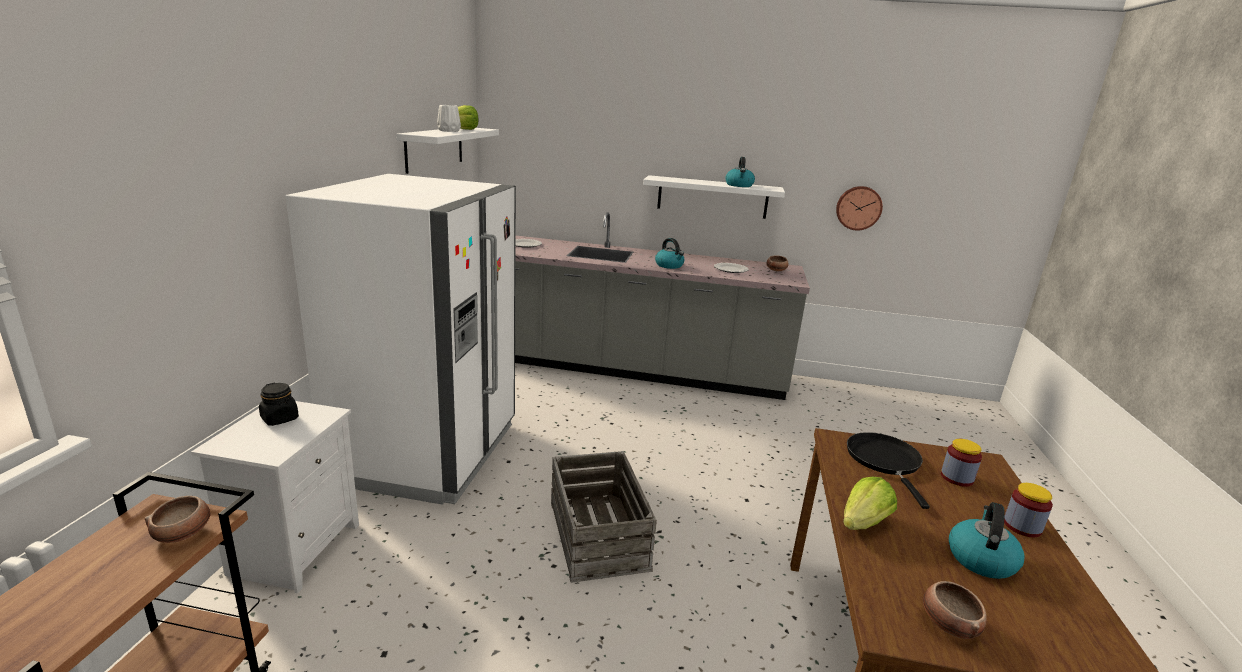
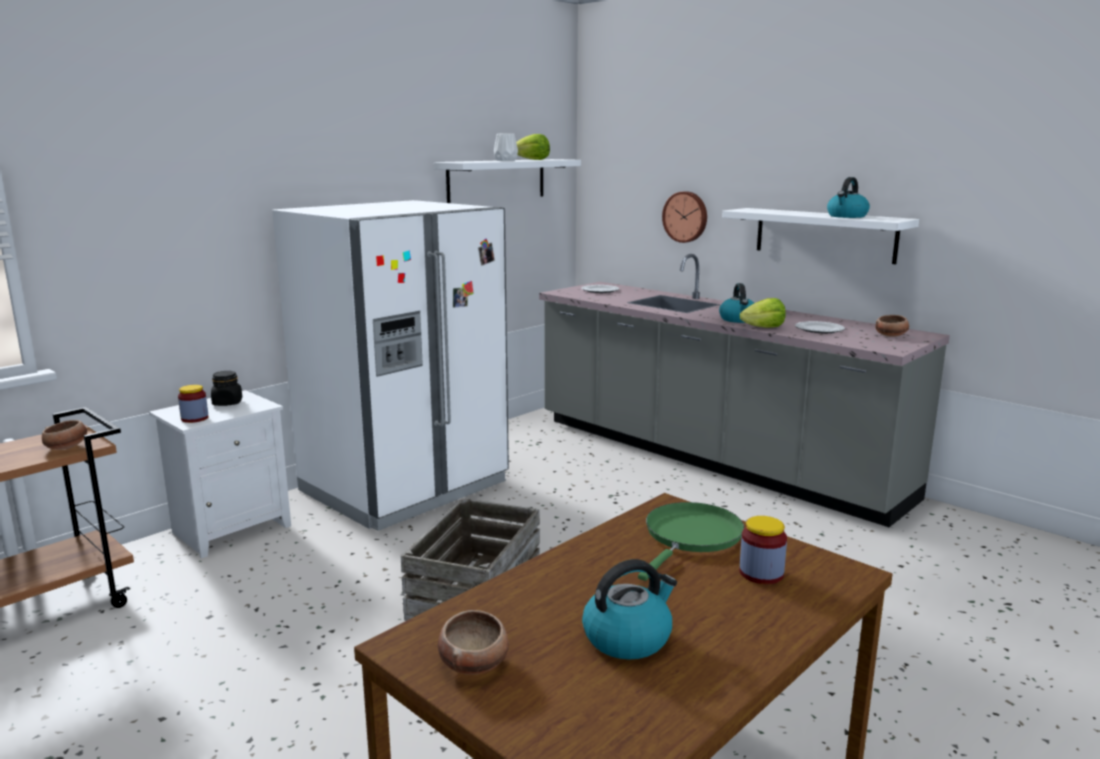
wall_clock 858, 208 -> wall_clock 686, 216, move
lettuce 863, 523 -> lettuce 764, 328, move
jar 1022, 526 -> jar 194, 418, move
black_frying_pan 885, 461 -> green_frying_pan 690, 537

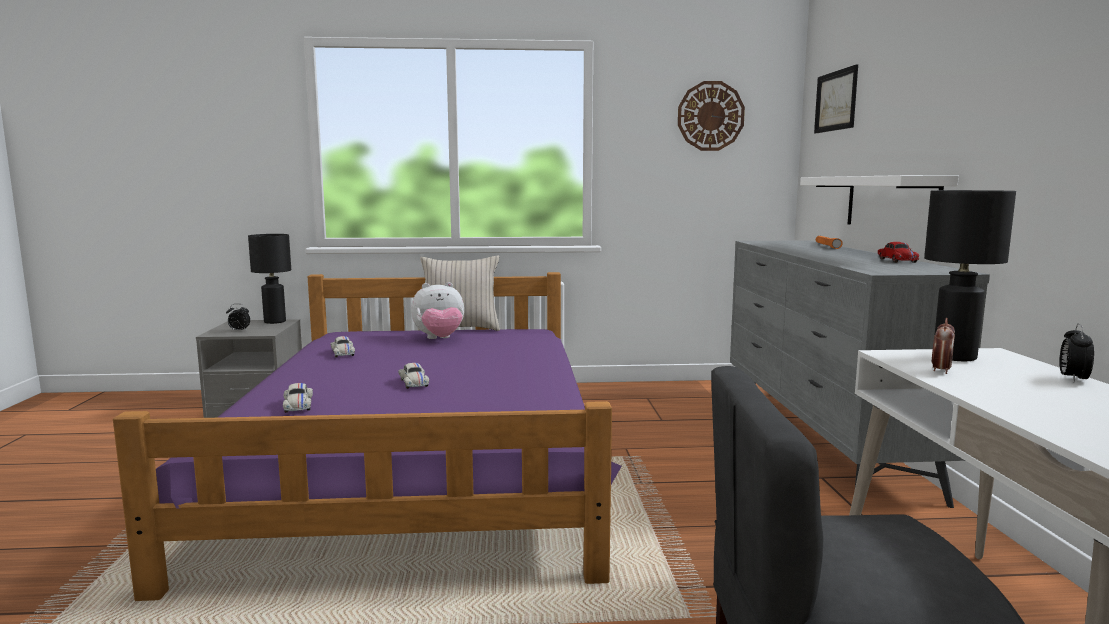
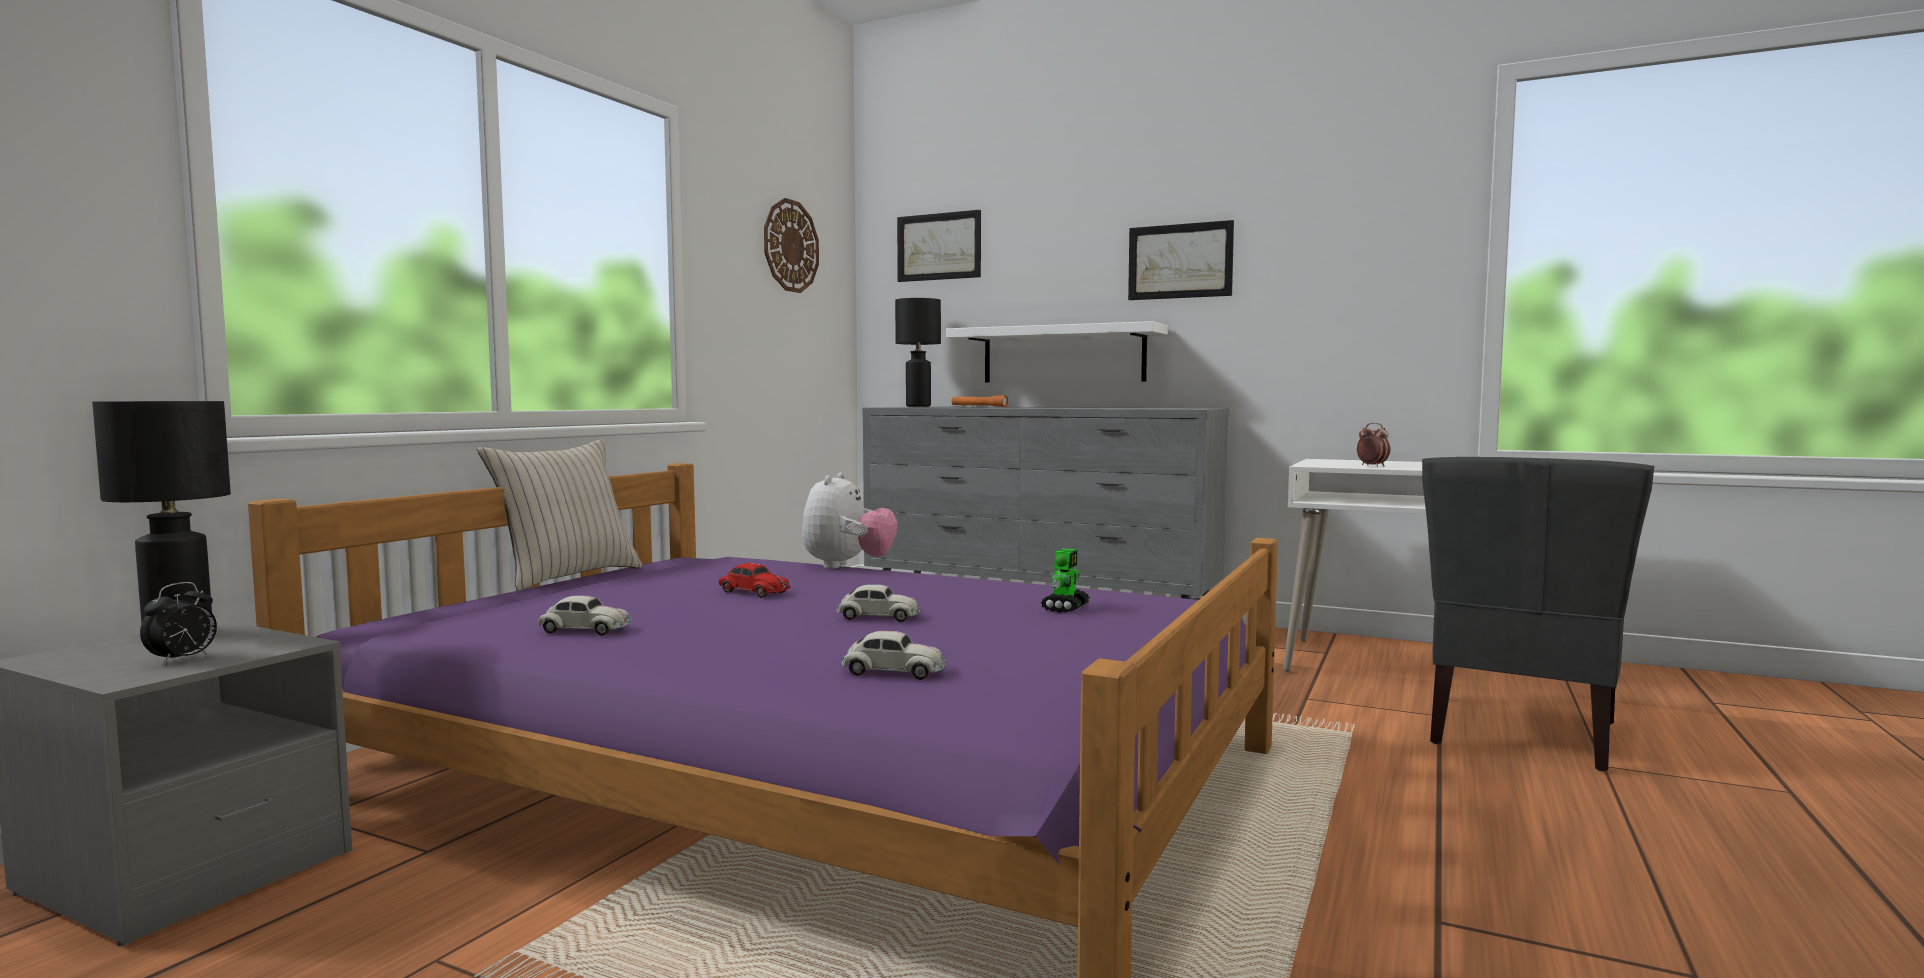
alarm_clock 1072, 379 -> none
none -> toy_robot 1065, 608
none -> picture 1180, 261
plush_toy 439, 339 -> plush_toy 847, 566, move
red_toy_car 897, 261 -> red_toy_car 754, 592, move
black_table_lamp 955, 357 -> black_table_lamp 918, 406, move

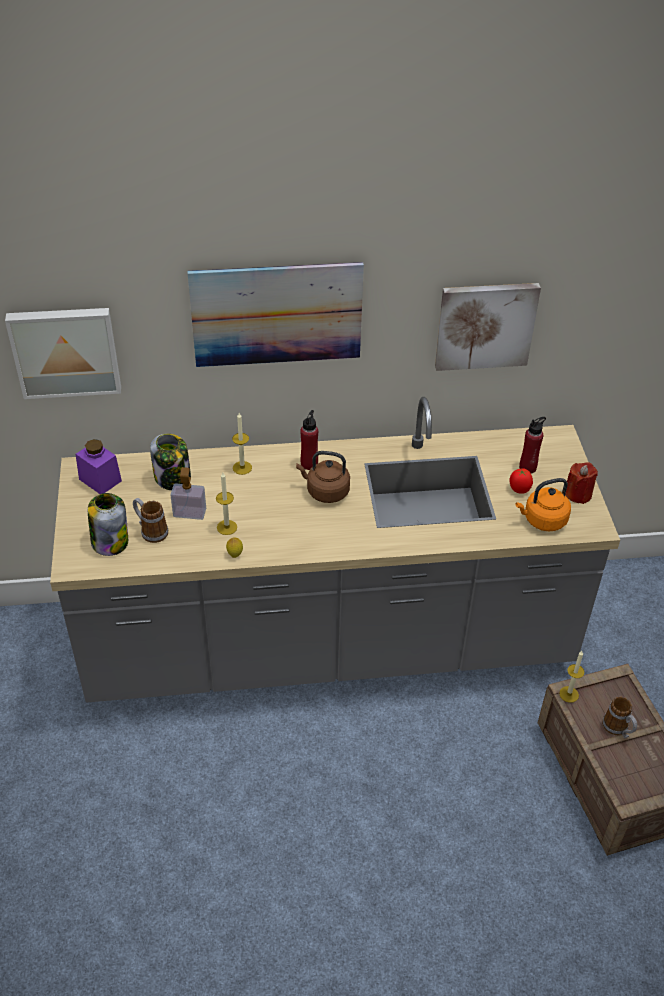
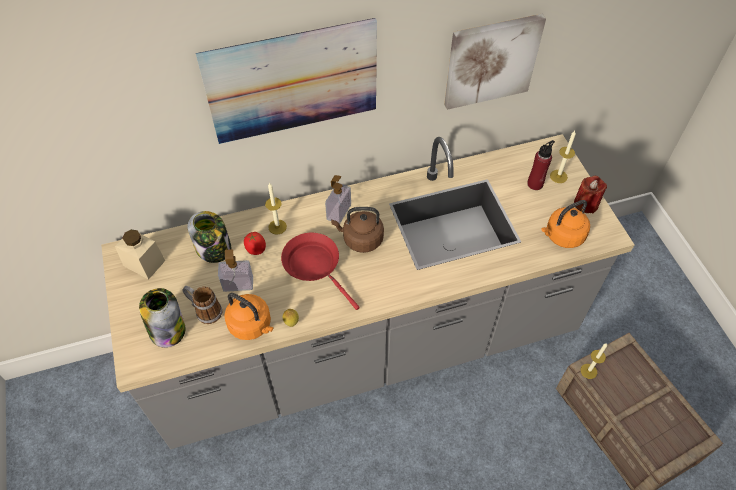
picture 65, 350 -> none
mug 618, 729 -> none
none -> orange_kettle 252, 325
none -> red_frying_pan 315, 266
candle 227, 527 -> candle 558, 176, move
tomato 519, 489 -> tomato 256, 250, move
red_bottle 309, 464 -> soap_dispenser 339, 212
purple_jar 100, 480 -> beige_jar 144, 263

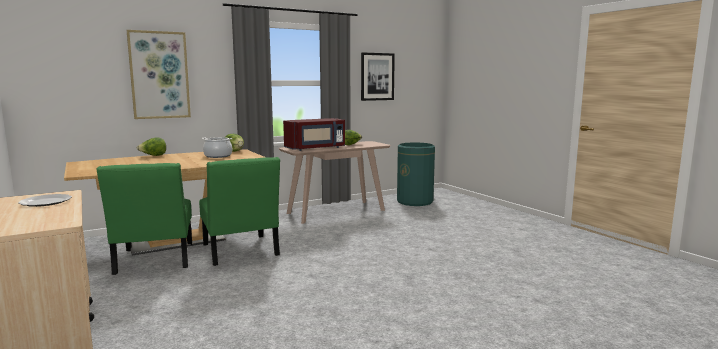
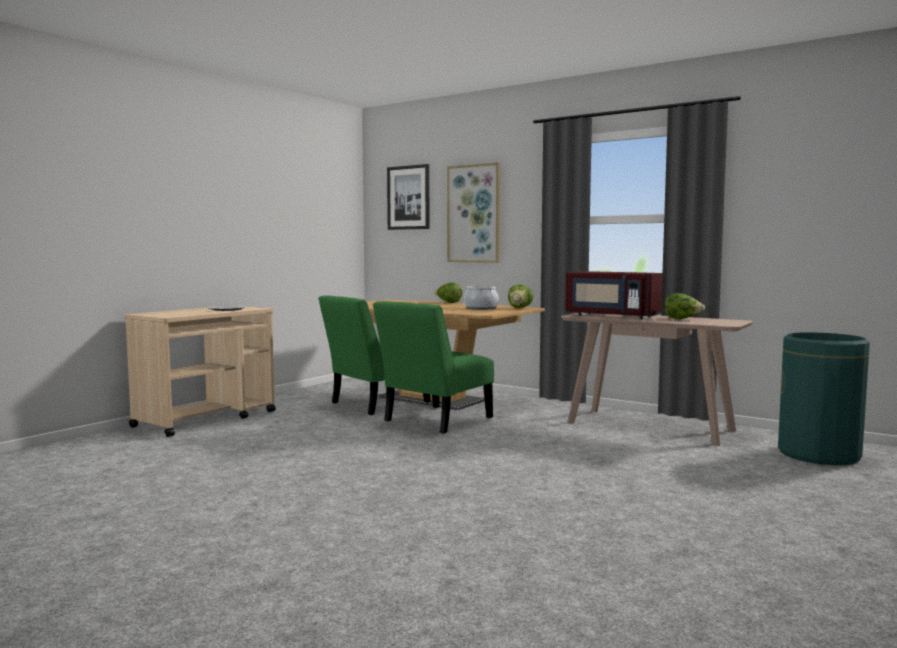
picture 377, 76 -> picture 408, 197, move

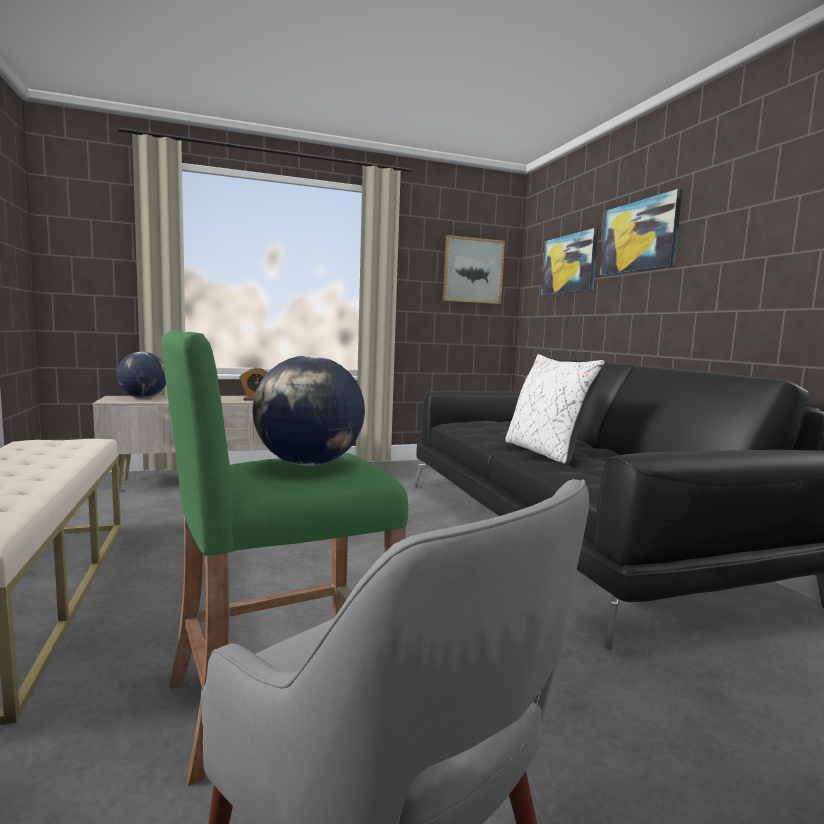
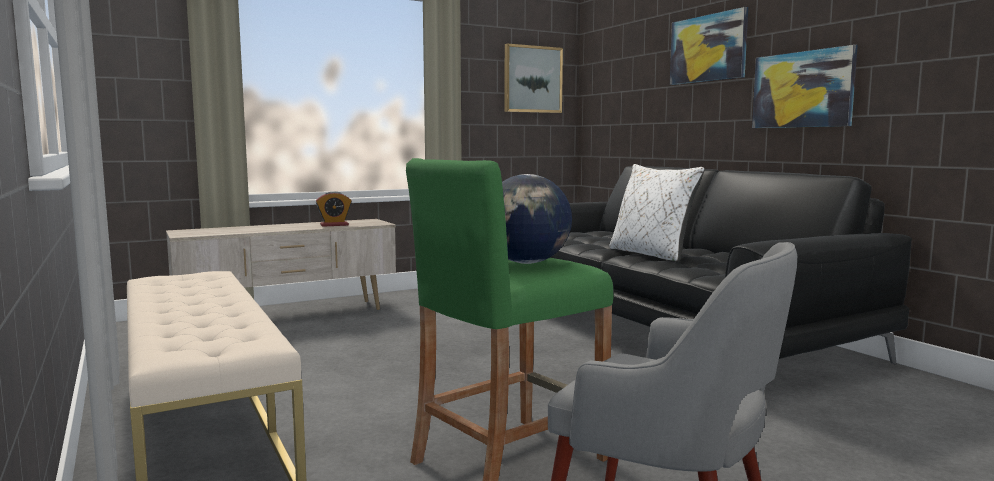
globe 143, 398 -> none
picture 569, 264 -> picture 802, 89, move

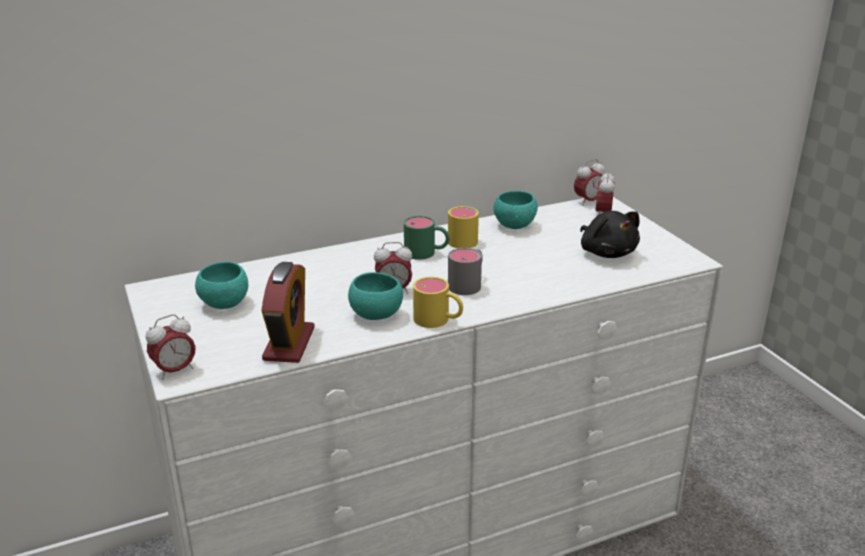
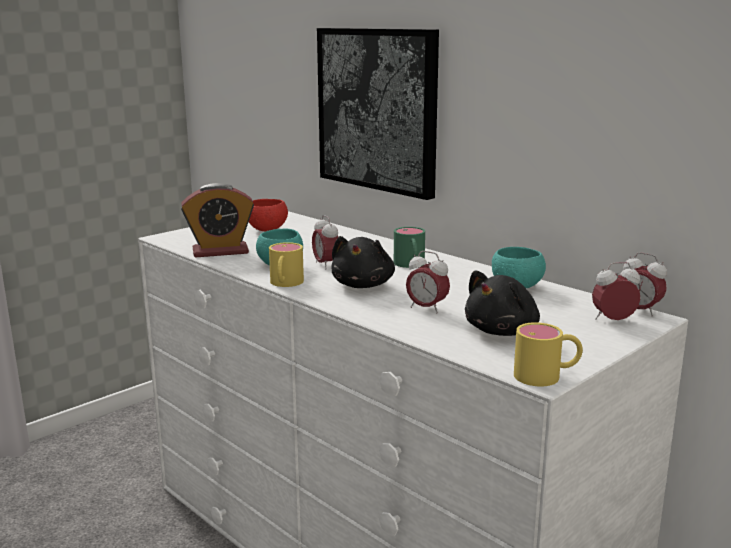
none -> picture 378, 109
alarm_clock 175, 371 -> alarm_clock 427, 308, move
yellow_mug 464, 239 -> yellow_mug 547, 376, move
grey_mug 468, 283 -> black_plush_toy 363, 285
turquoise_bowl 224, 304 -> red_bowl 267, 229

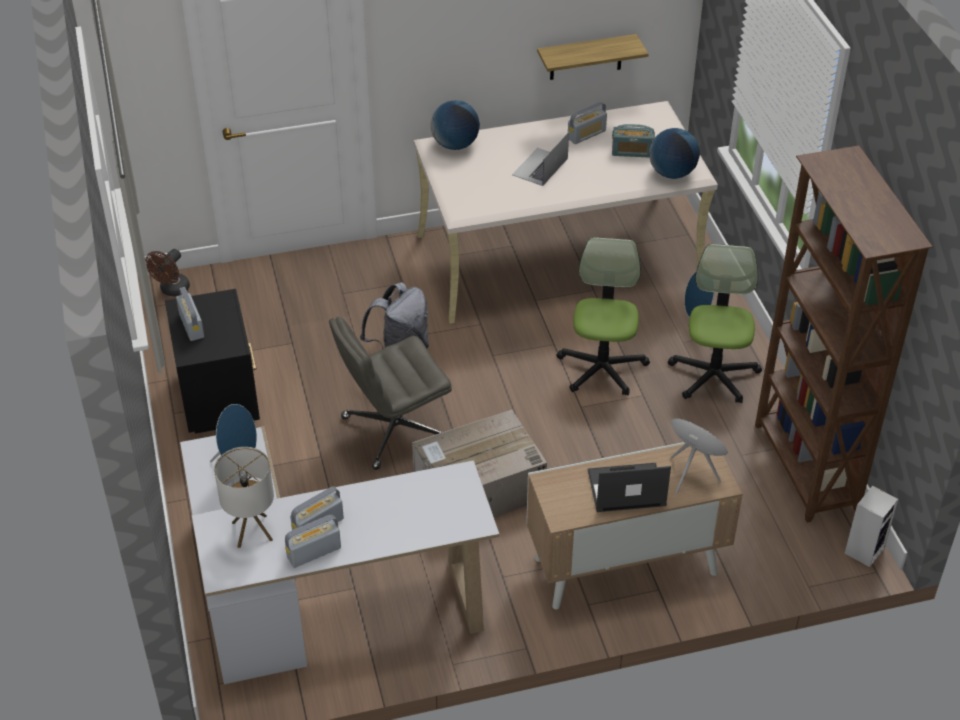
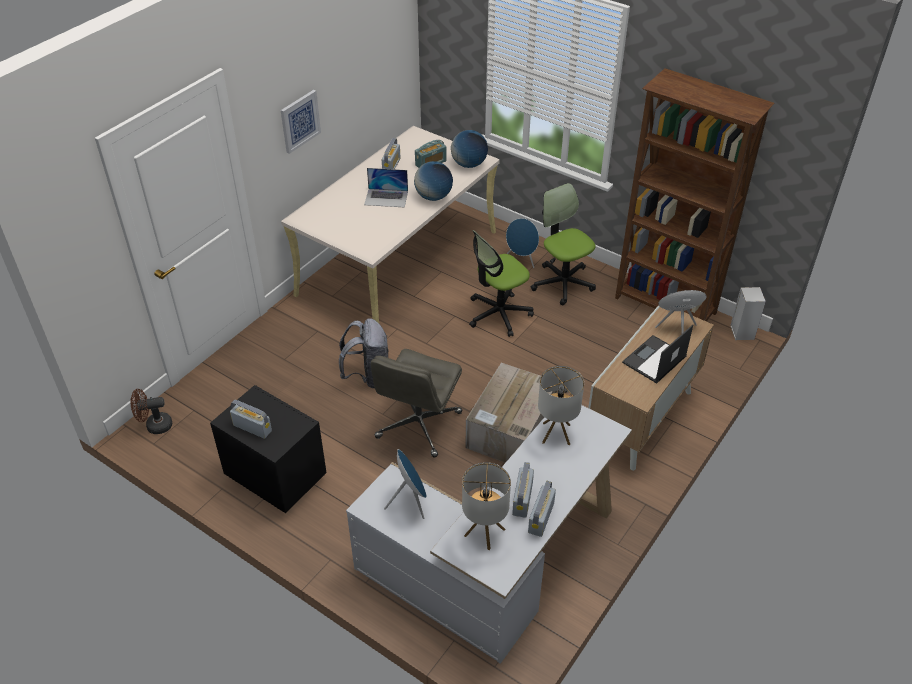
shelf 586, 57 -> none
none -> picture 300, 121
none -> table_lamp 556, 433
globe 455, 145 -> globe 433, 197, move
brown_fan 172, 290 -> brown_fan 155, 426, 90 degrees clockwise
laptop 540, 167 -> laptop 386, 198, 75 degrees counterclockwise
office_chair 602, 368 -> office_chair 498, 314, 90 degrees counterclockwise

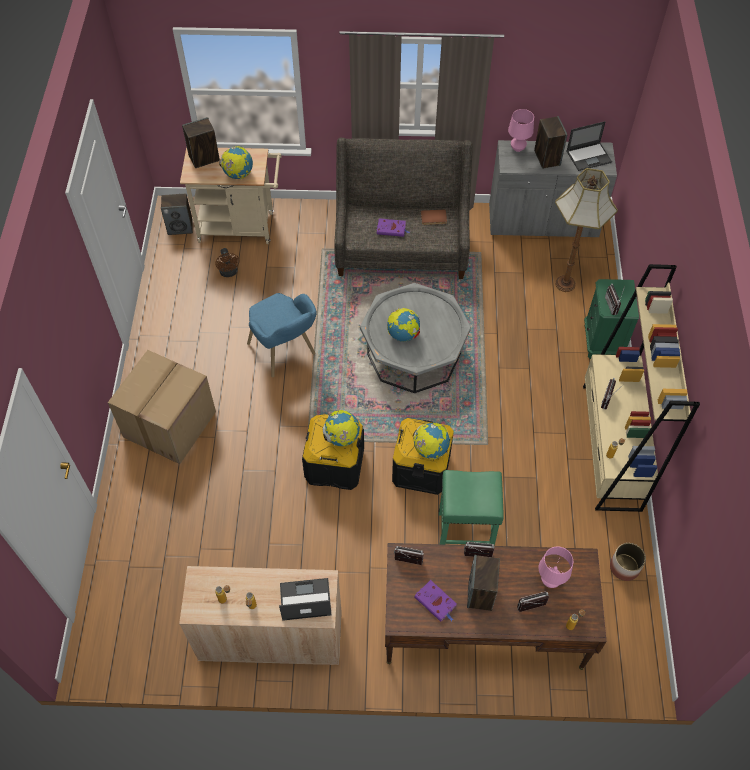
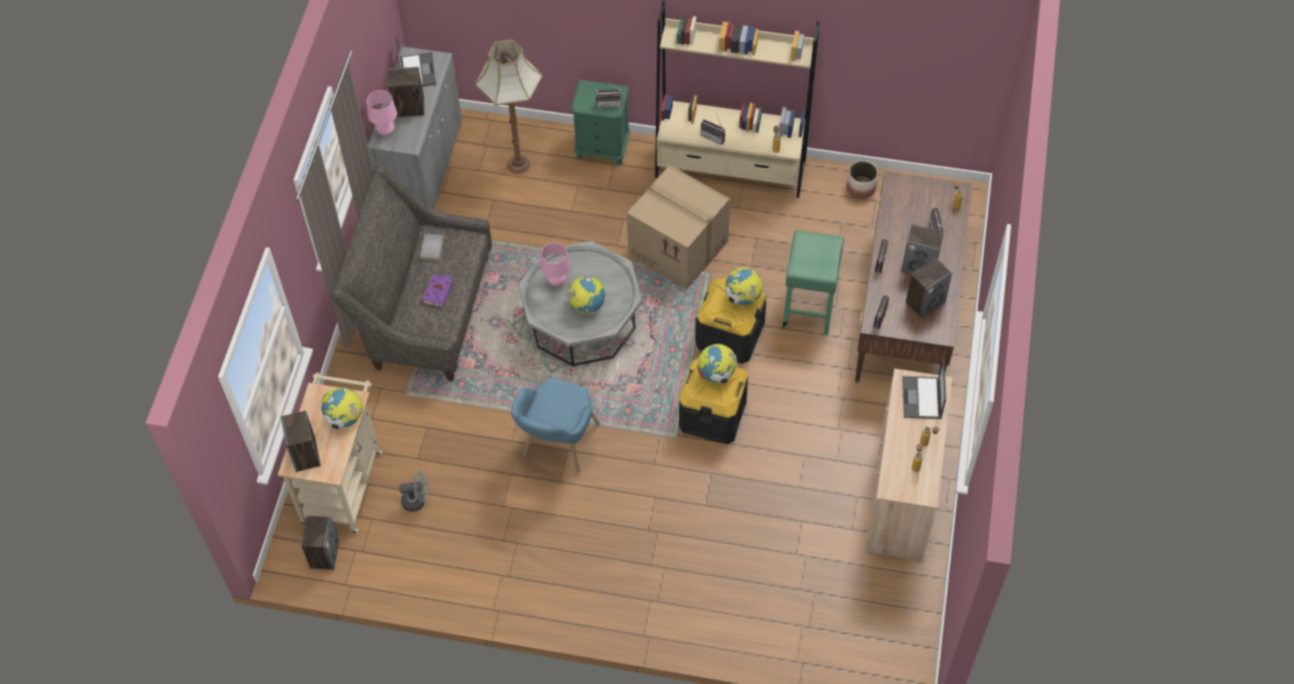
cardboard_box 170, 425 -> cardboard_box 680, 248, move
pink_table_lamp 550, 580 -> pink_table_lamp 556, 281, move
purple_book 436, 602 -> speaker 925, 302
brown_fan 229, 273 -> grey_fan 417, 501
brown_book 433, 218 -> grey_book 433, 248
blue_armchair 286, 355 -> blue_armchair 557, 449, 135 degrees clockwise

